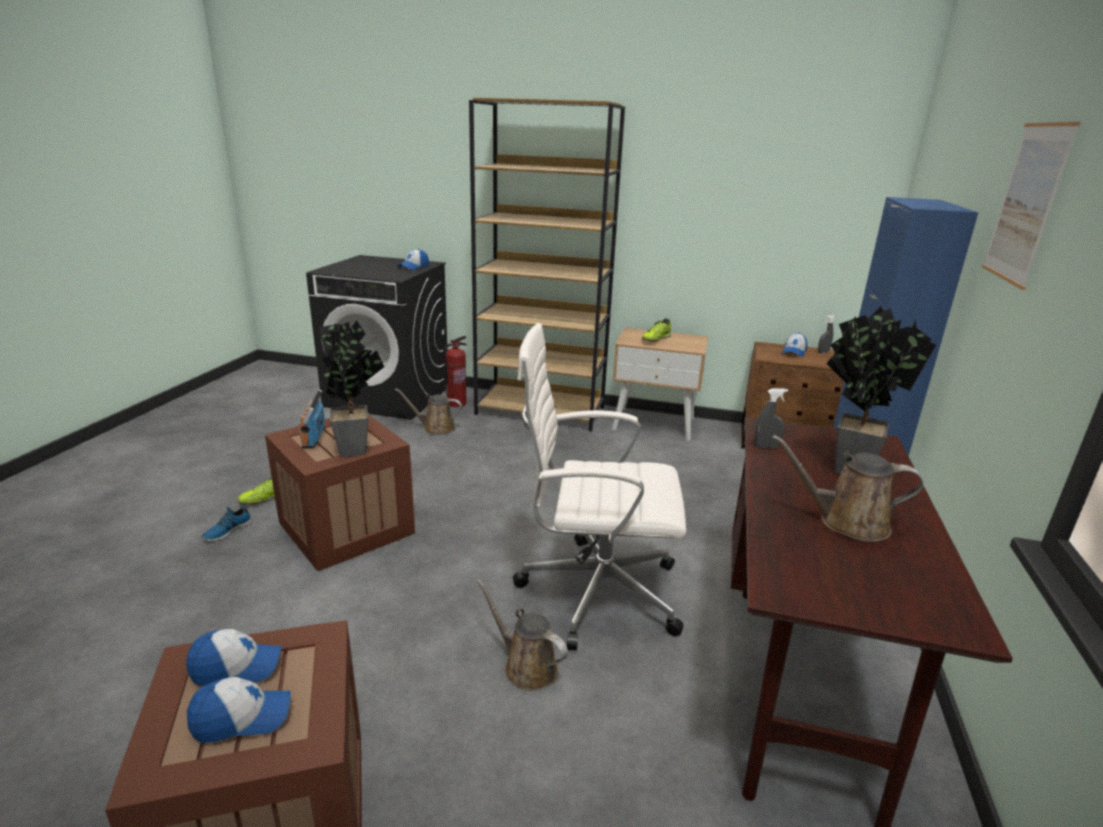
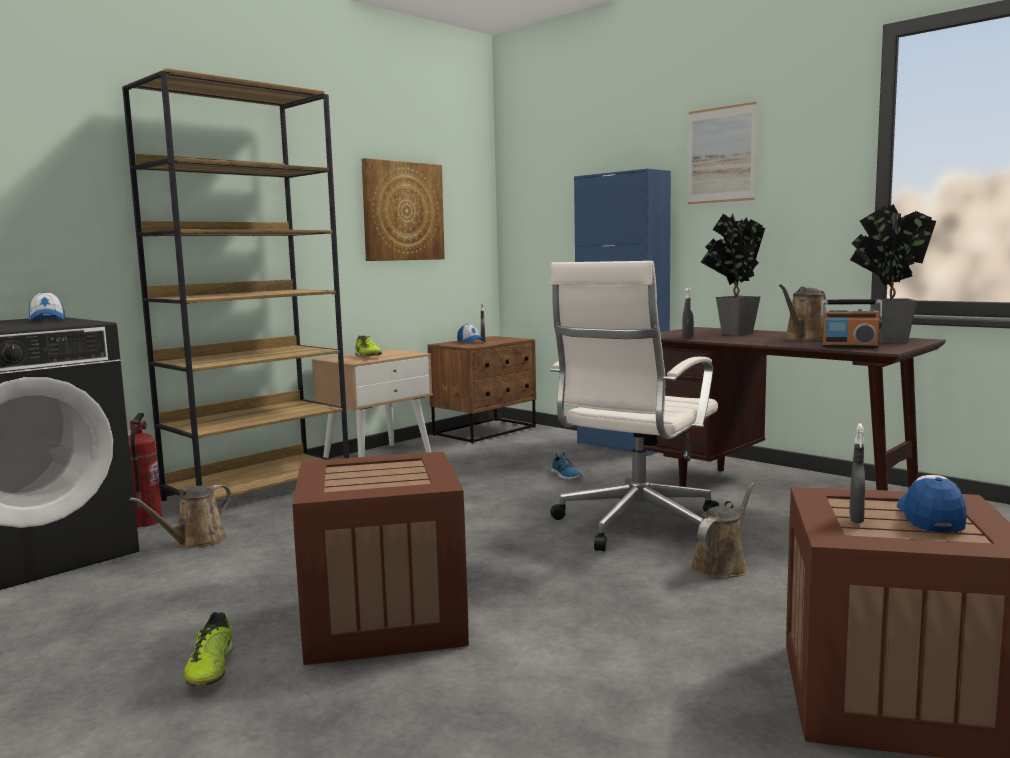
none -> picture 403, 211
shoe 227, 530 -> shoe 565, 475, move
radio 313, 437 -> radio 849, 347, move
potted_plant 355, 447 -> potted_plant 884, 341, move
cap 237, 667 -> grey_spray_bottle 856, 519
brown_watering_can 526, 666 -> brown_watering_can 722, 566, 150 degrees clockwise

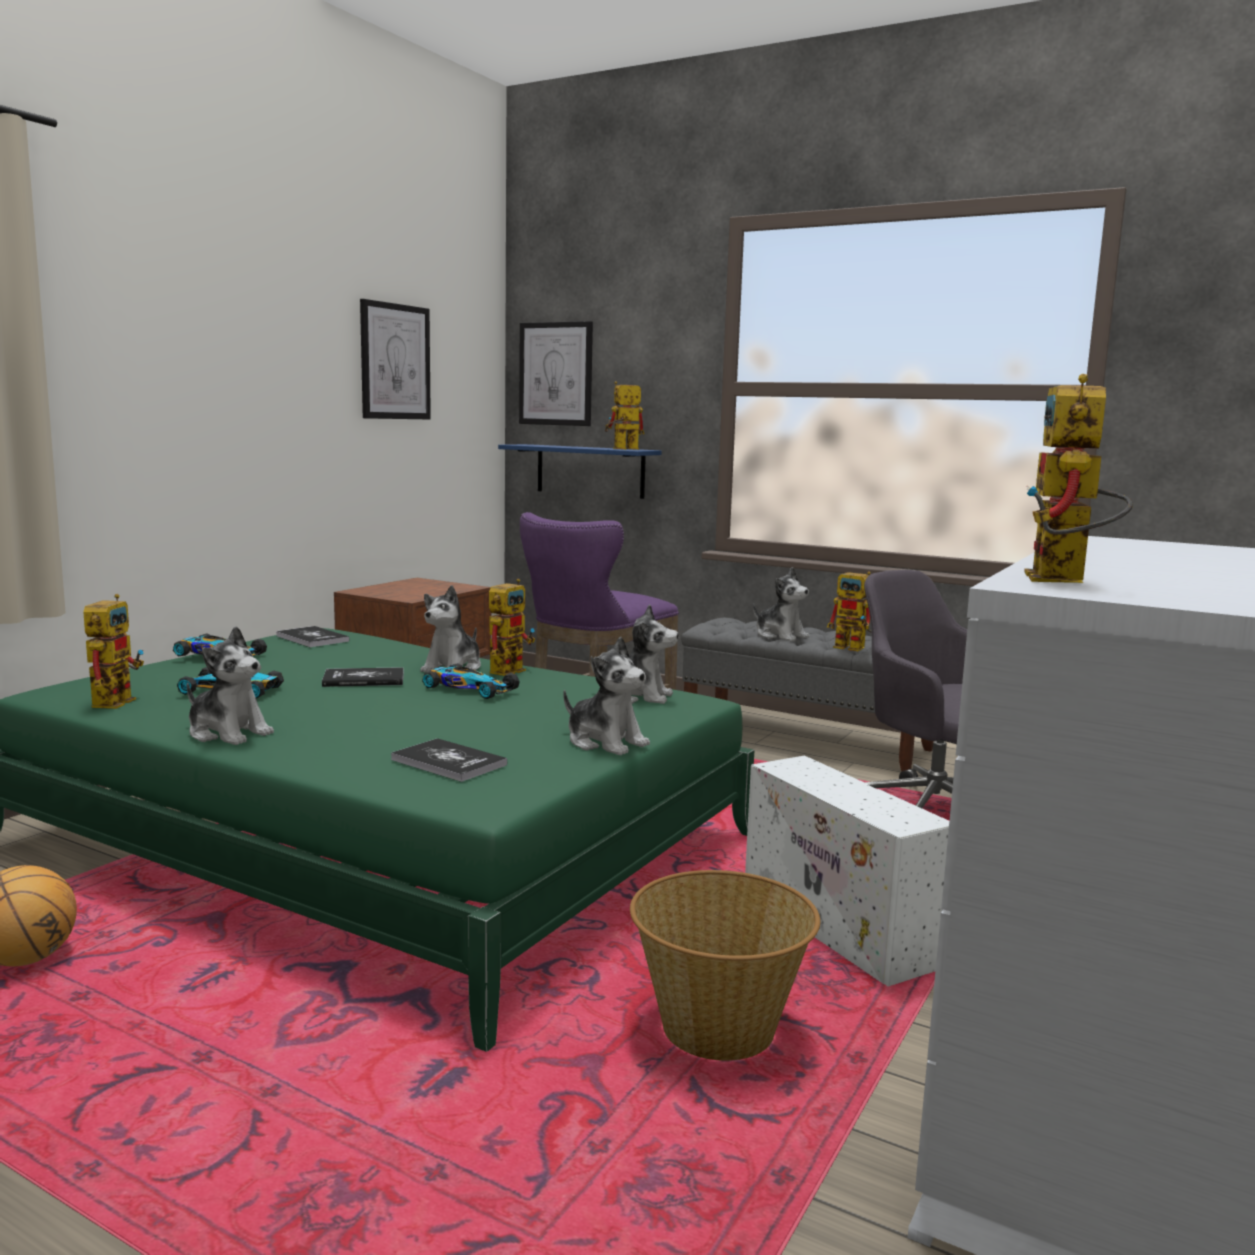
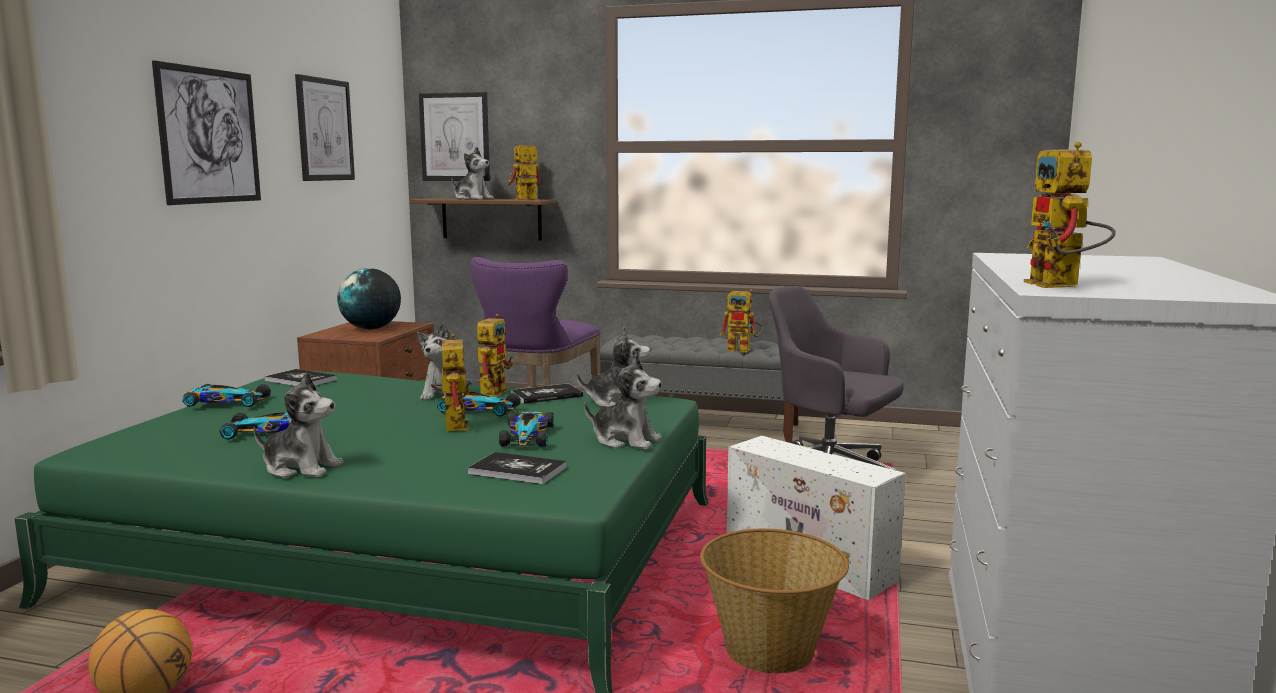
none -> picture 209, 136
none -> globe 371, 328
none -> toy_car 528, 435
toy_robot 115, 700 -> toy_robot 453, 424, move
book 364, 679 -> book 546, 395, move
plush_toy 780, 636 -> plush_toy 472, 199, move
blue_shelf 590, 471 -> brown_shelf 491, 219

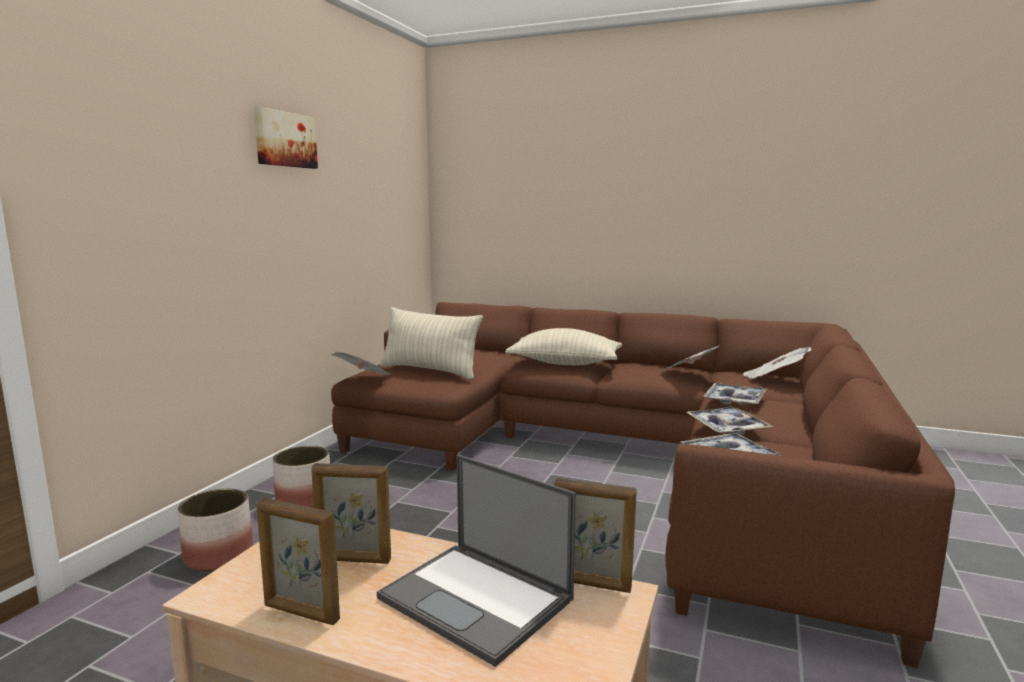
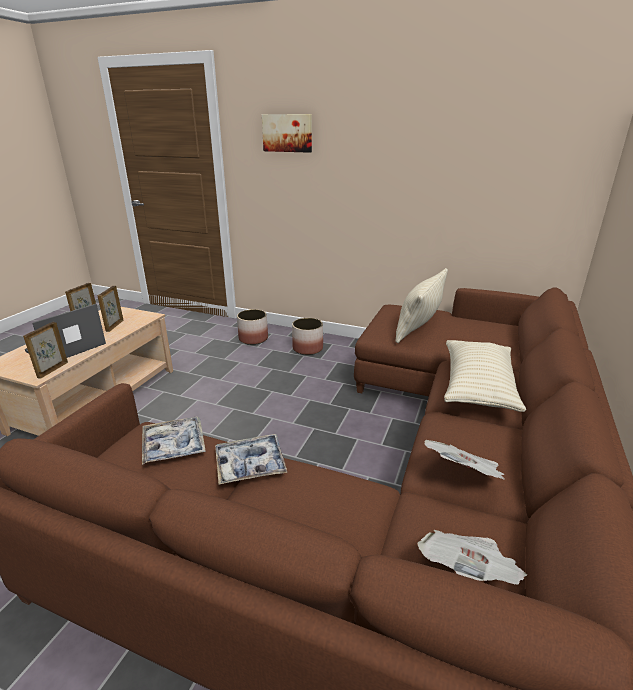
newspaper 364, 379 -> none
tray 734, 400 -> none
picture 284, 139 -> picture 287, 133, move

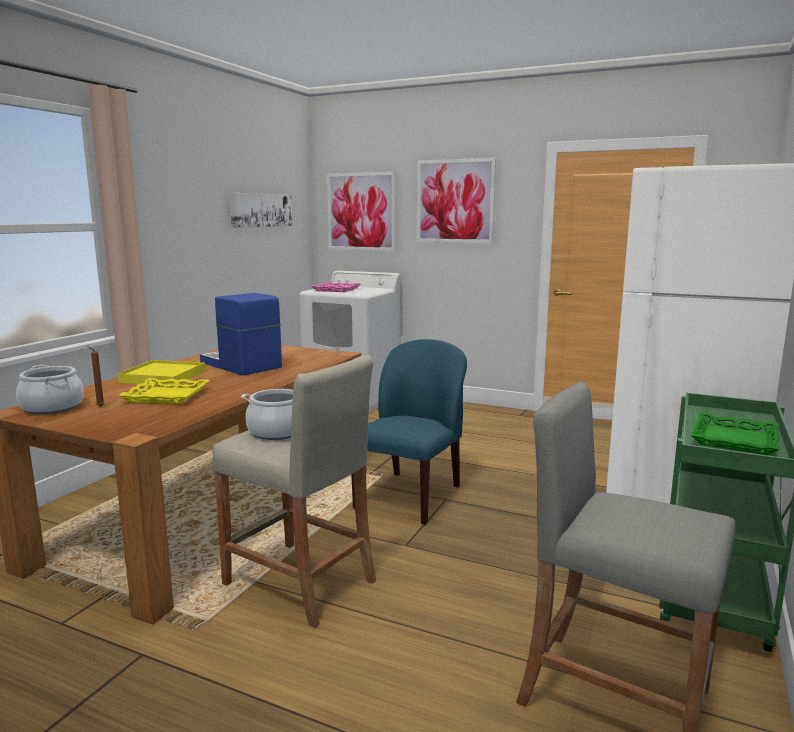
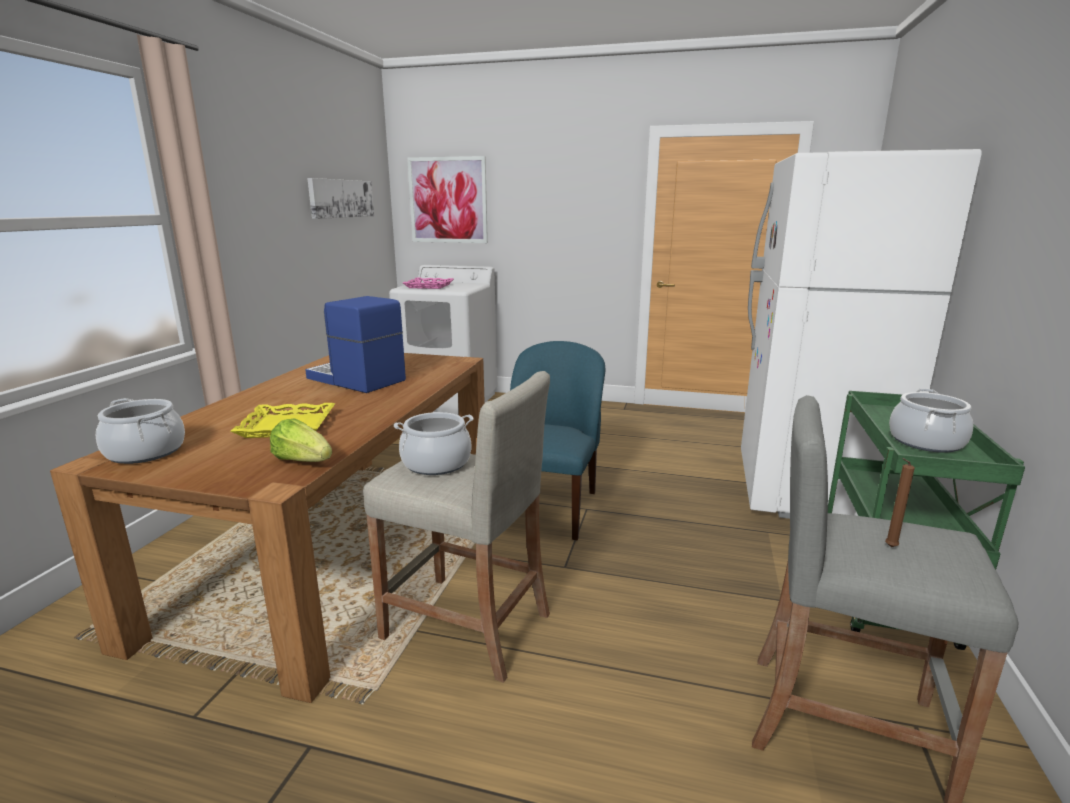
yellow_tray 163, 377 -> none
picture 455, 201 -> none
none -> lettuce 303, 461
brown_candle 99, 406 -> brown_candle 889, 547, move
green_tray 734, 439 -> cooking_pot 925, 442

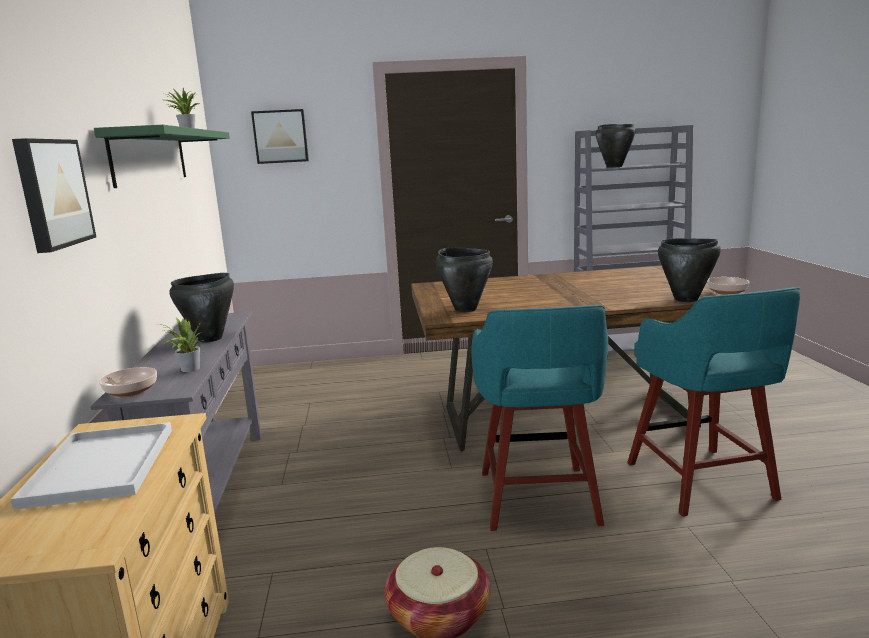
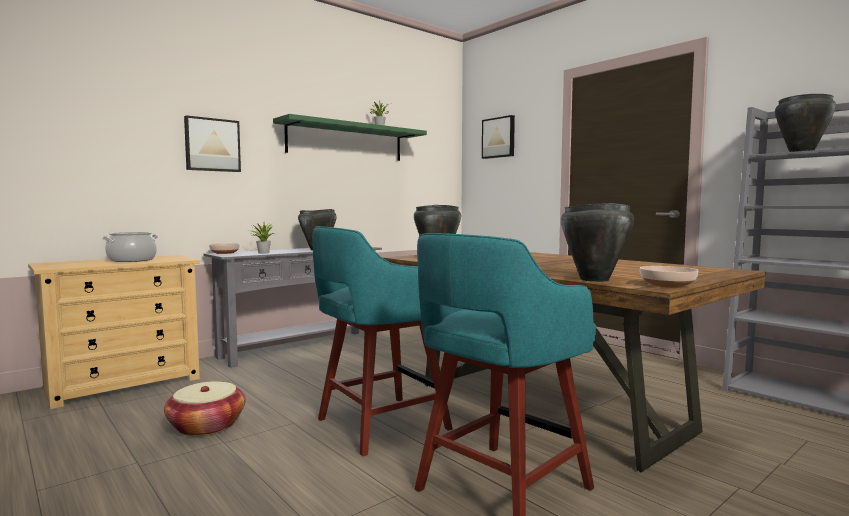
white_tray 101, 464 -> cooking_pot 132, 260

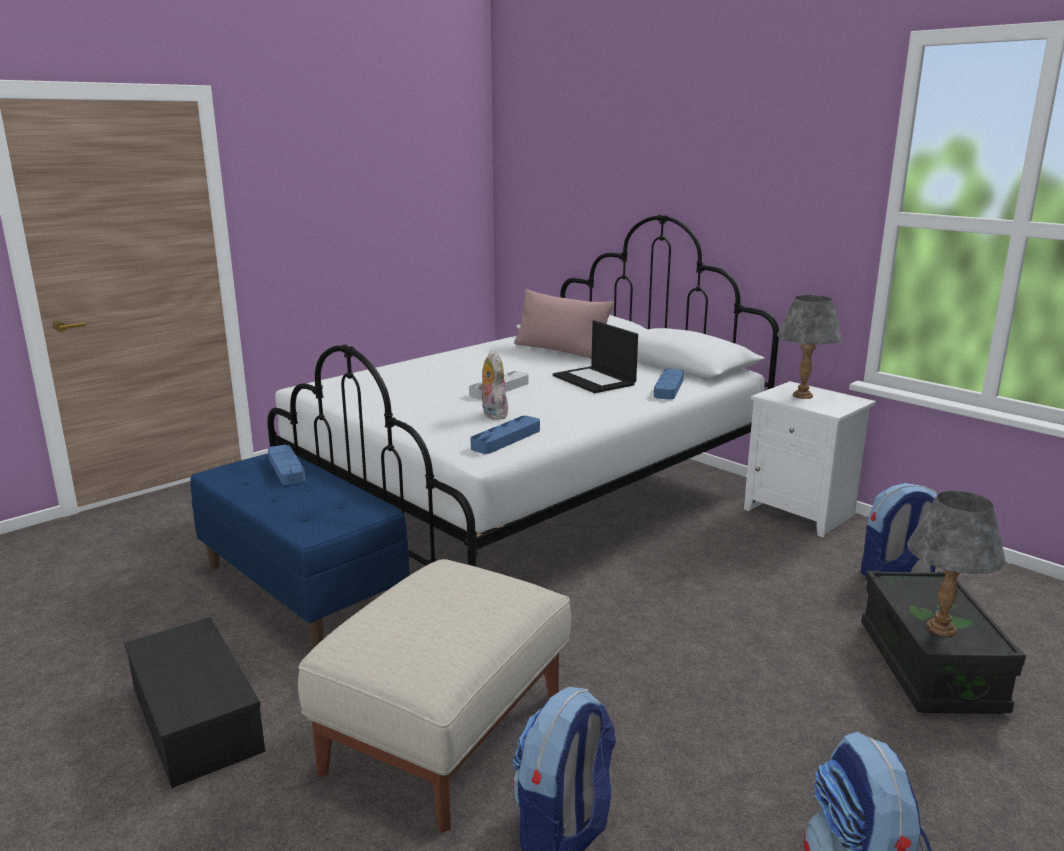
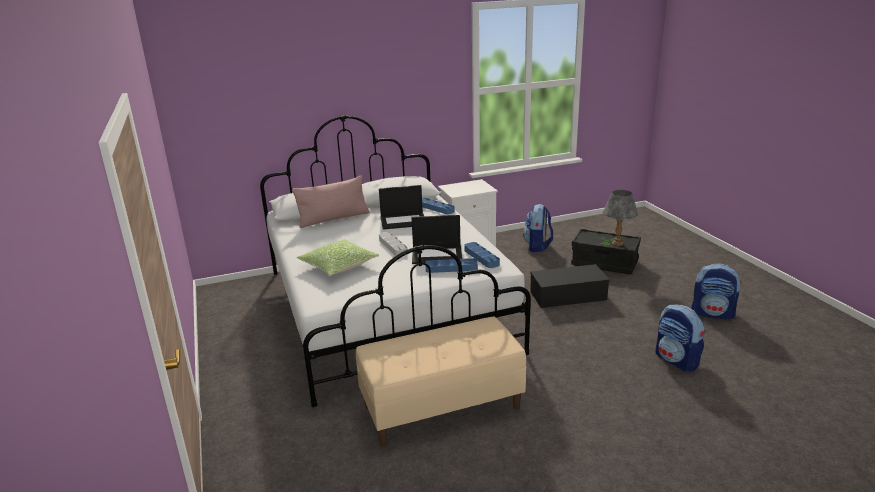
beige_ottoman 444, 732 -> none
grey_table_lamp 802, 396 -> none
none -> pillow 338, 266
black_storage_box 199, 719 -> black_storage_box 568, 295, move
blue_tray 286, 469 -> blue_tray 451, 268, move
plush_toy 492, 414 -> laptop 437, 255
blue_bench 303, 588 -> beige_bench 442, 407

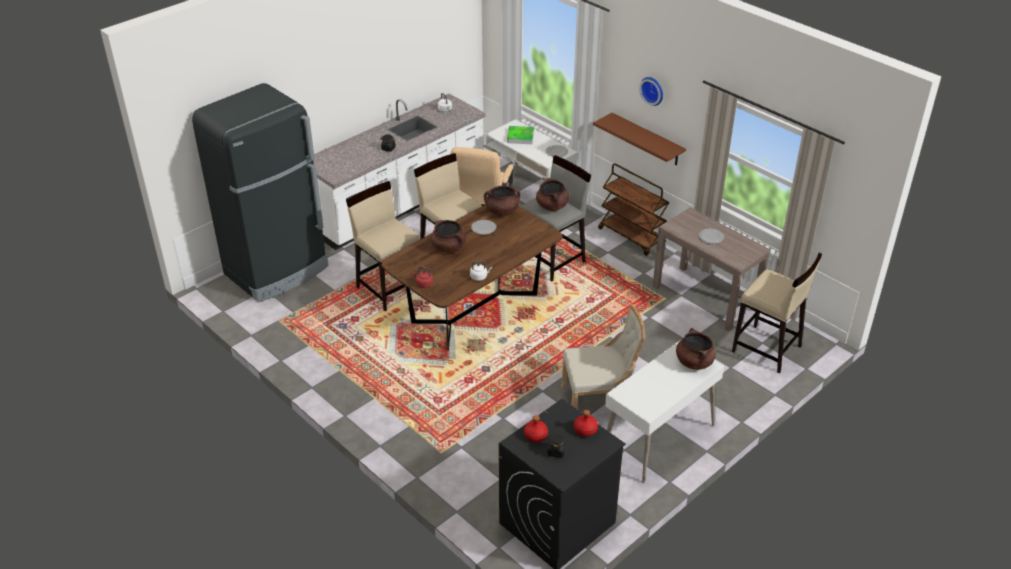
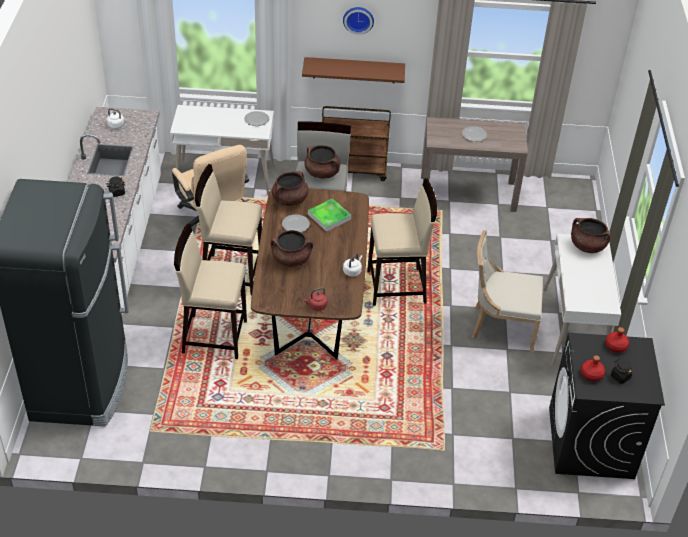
tray 520, 137 -> tray 329, 217, move
beige_stool 767, 349 -> beige_stool 397, 287, move
beige_chair 599, 402 -> beige_chair 501, 326, 120 degrees counterclockwise

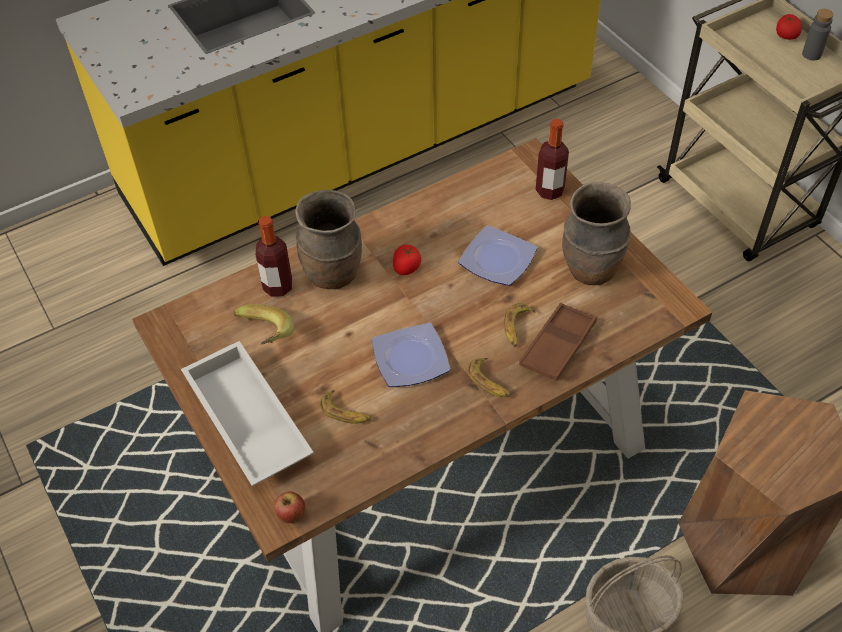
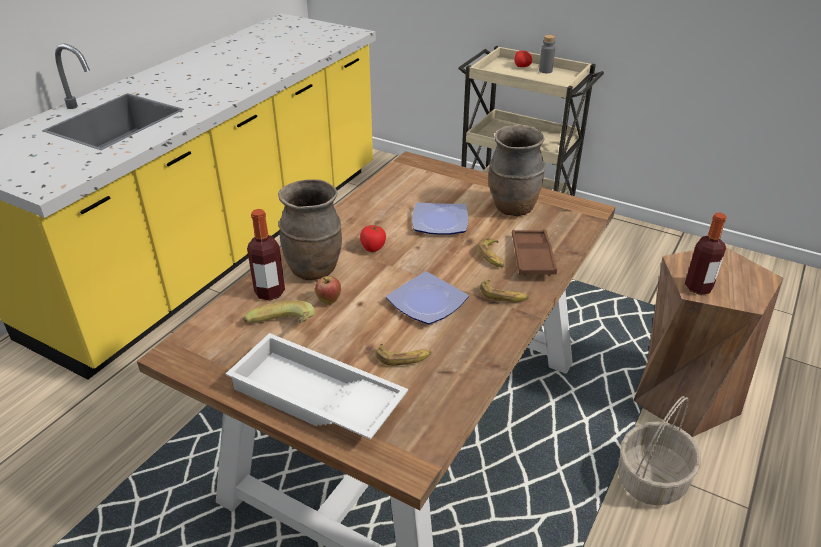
apple 291, 516 -> apple 329, 301, move
bottle 549, 191 -> bottle 698, 287, move

